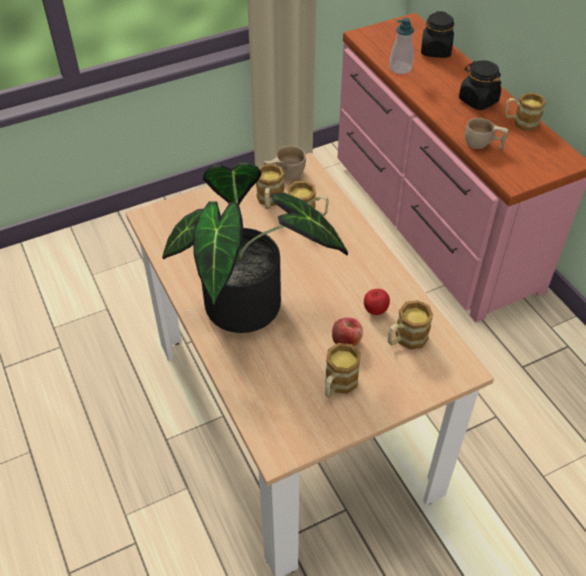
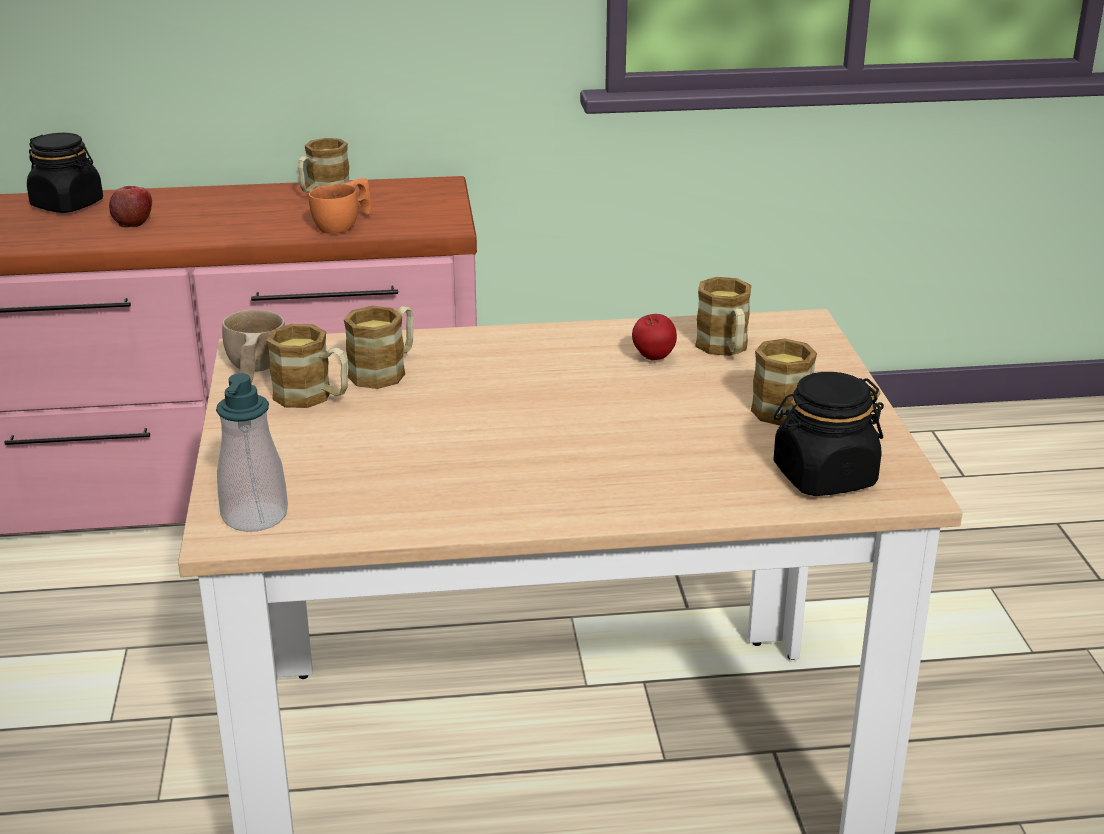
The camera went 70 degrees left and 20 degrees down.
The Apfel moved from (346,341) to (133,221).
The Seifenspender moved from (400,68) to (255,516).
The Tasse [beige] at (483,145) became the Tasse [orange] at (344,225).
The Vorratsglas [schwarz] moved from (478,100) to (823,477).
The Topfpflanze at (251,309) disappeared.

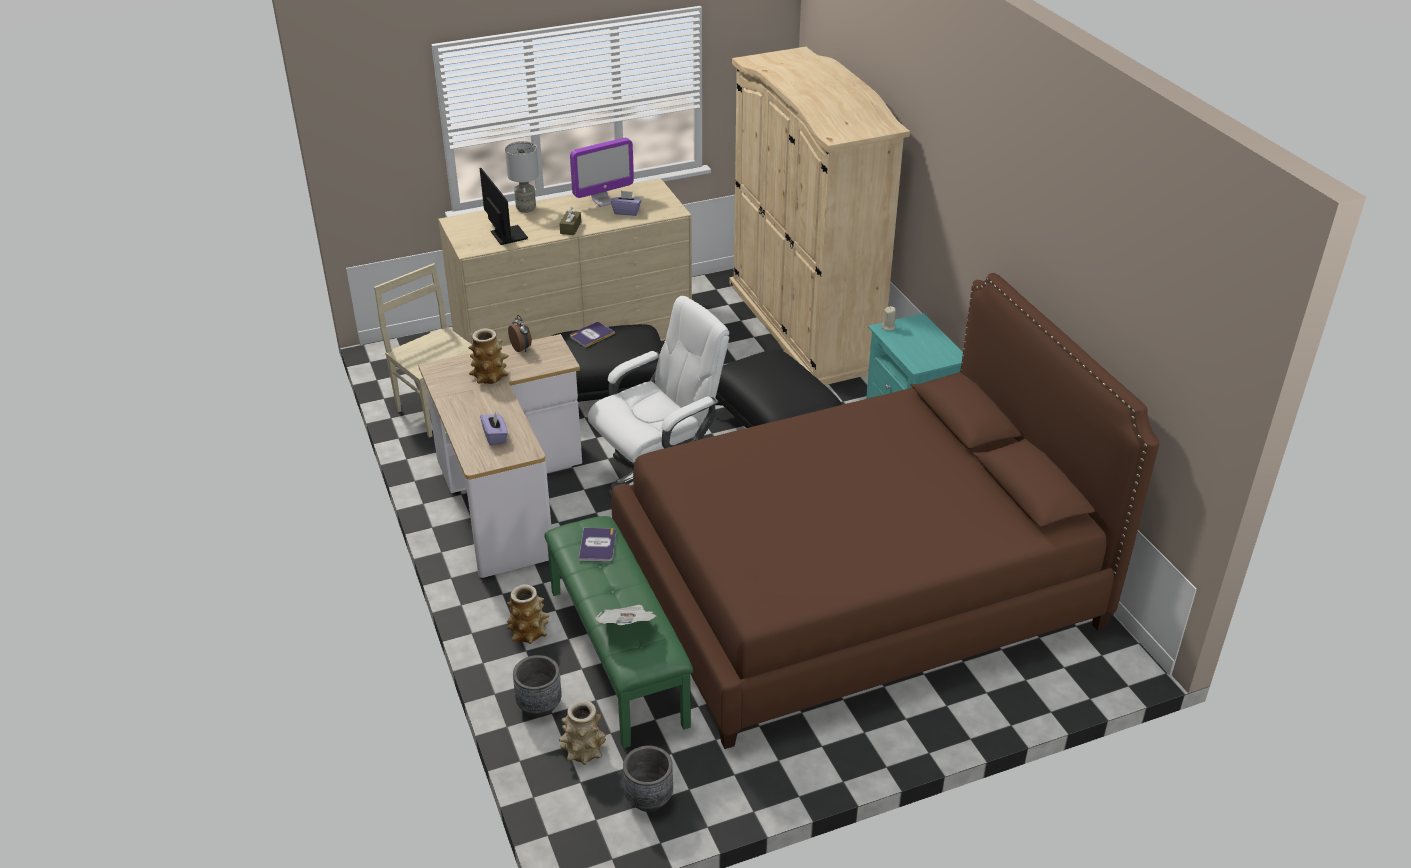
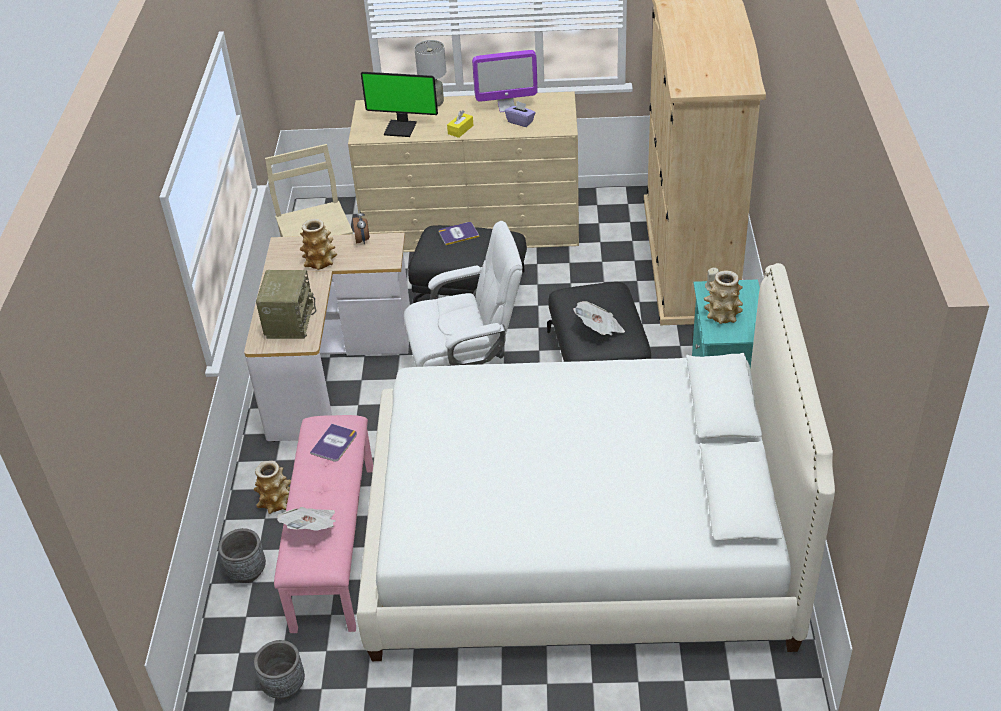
The camera went 25 degrees right and 5 degrees up.
The Taschentuchbox [lila] at (495,436) was replaced by the Radio at (289,321).
The Bank [grün] at (619,656) became the Bank [rosa] at (335,546).
The Bett [braun] at (857,587) became the Bett [weiß] at (580,539).
The Monitor at (507,236) turned 105 degrees clockwise.
The Taschentuchbox [braun] at (570,228) became the Taschentuchbox [gelb] at (460,130).
The Zeitung at (599,329) appeared.
The Vase moved from (583,751) to (722,315).

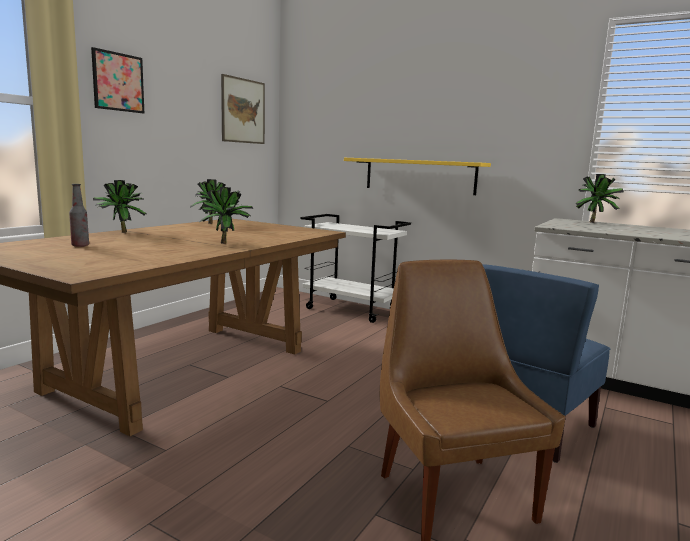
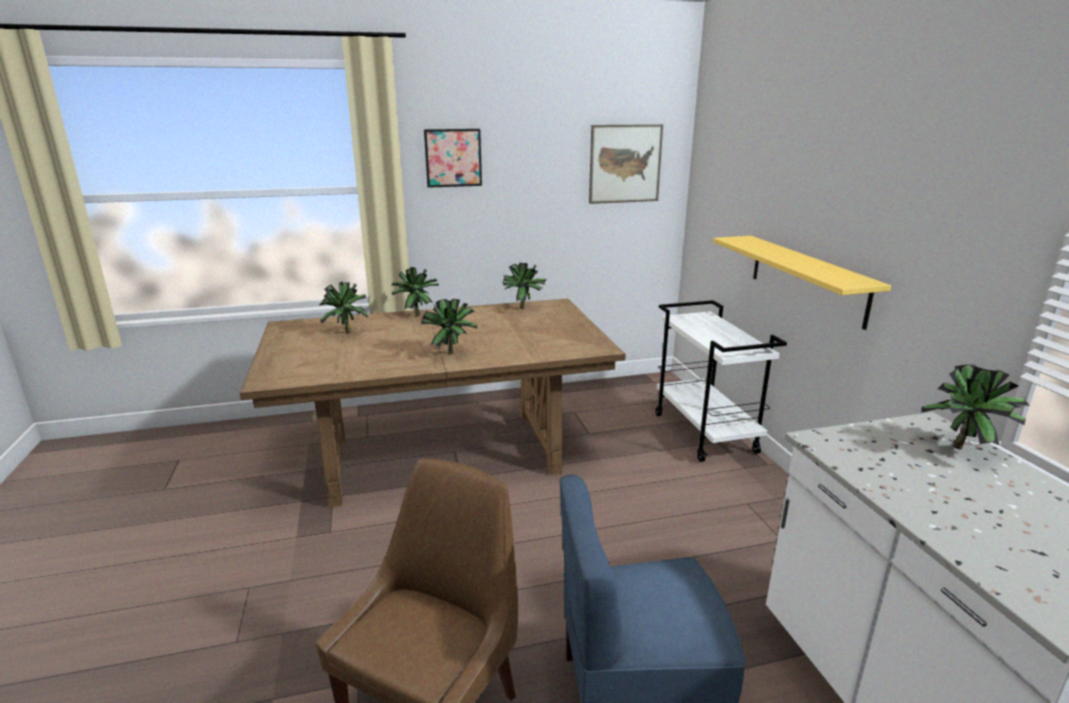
The camera went 45 degrees right and 10 degrees up.
The Flasche at (80,245) was replaced by the Topfpflanze at (347,334).

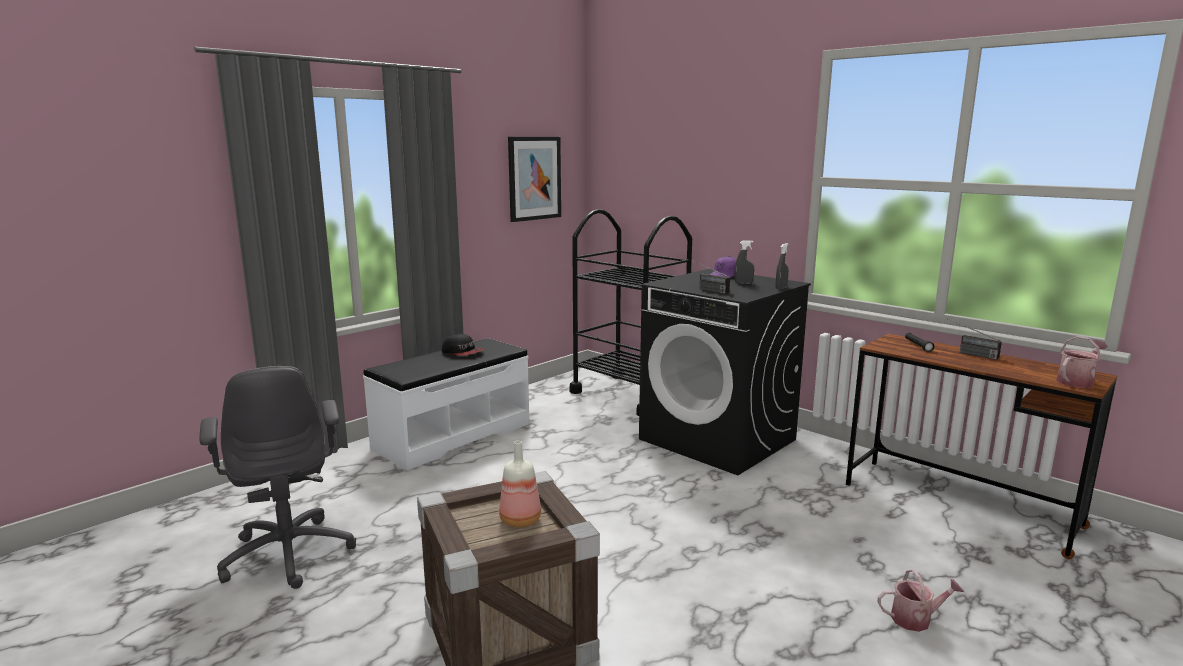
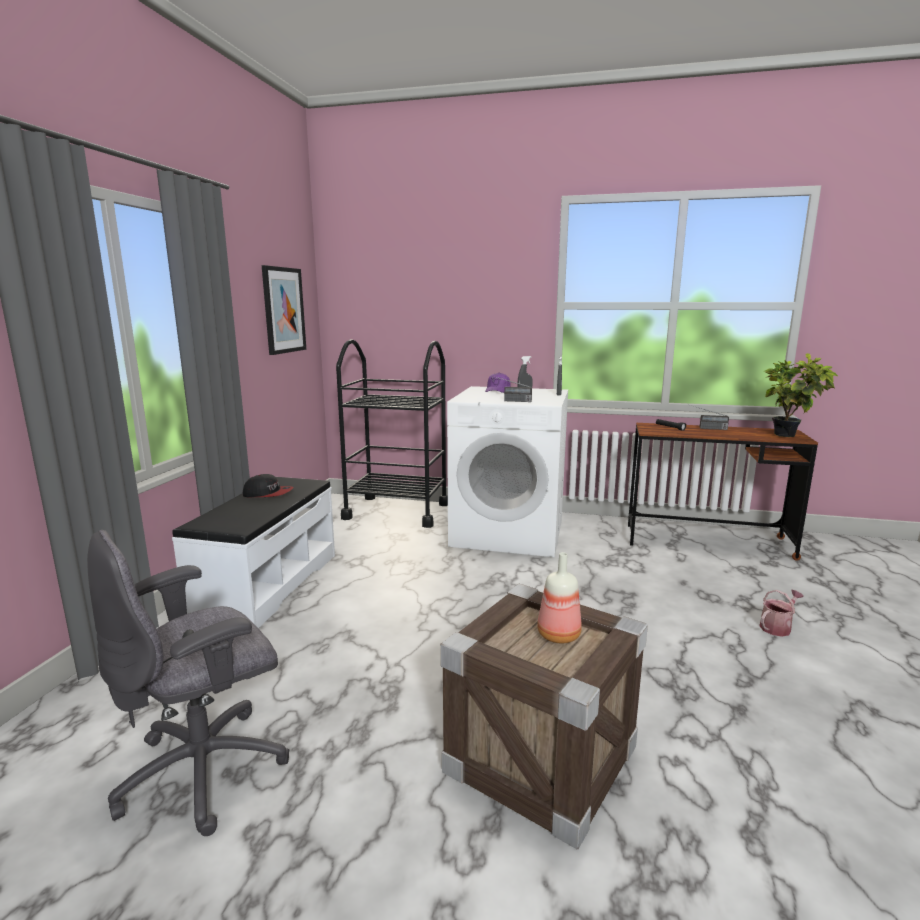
The camera went 30 degrees left and 0 degrees up.
The Bürostuhl [grau] at (289,553) turned 105 degrees clockwise.
The Waschmaschine [schwarz] at (718,439) became the Waschmaschine [weiß] at (509,533).
The Gießkanne at (1077,381) was replaced by the Topfpflanze at (790,436).

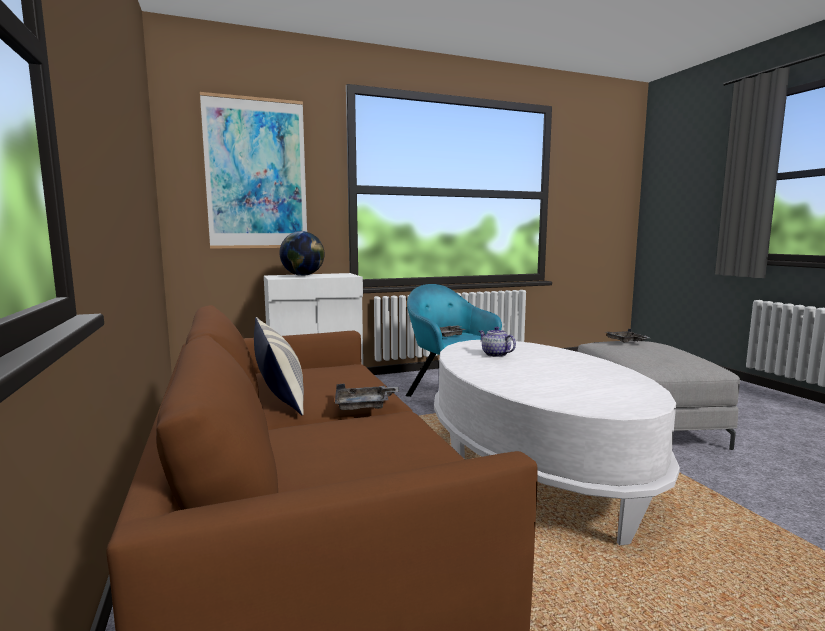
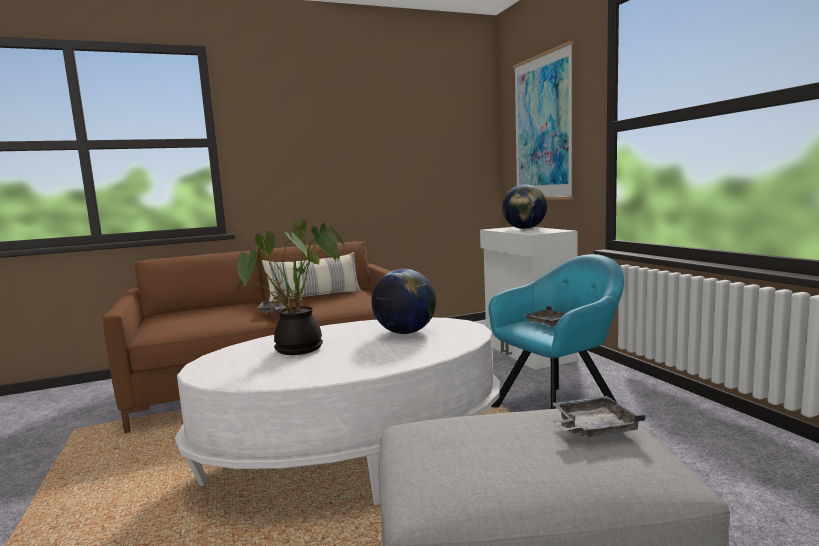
The camera went 90 degrees right and 0 degrees up.
The Topfpflanze at (297,350) appeared.
The Teekanne at (495,354) was replaced by the Globus at (405,332).

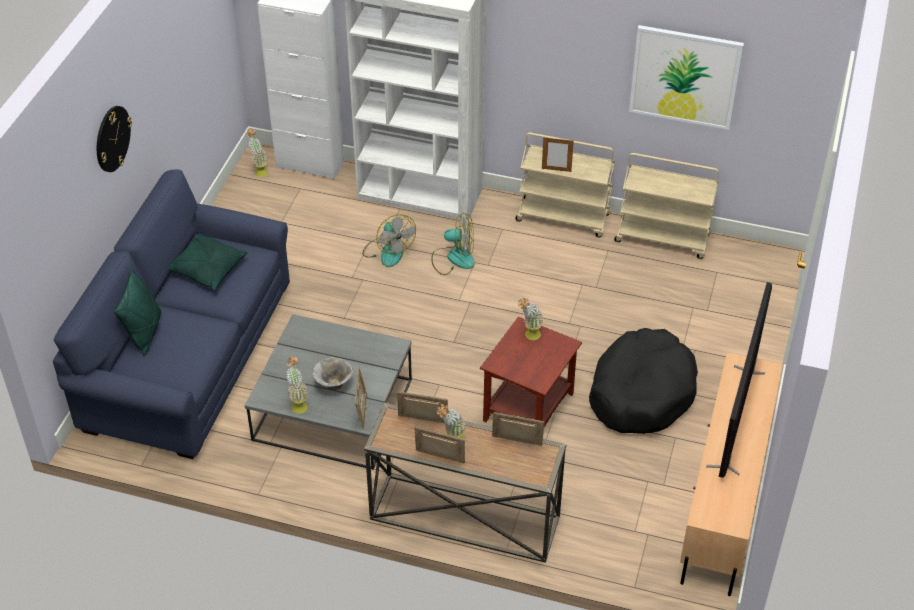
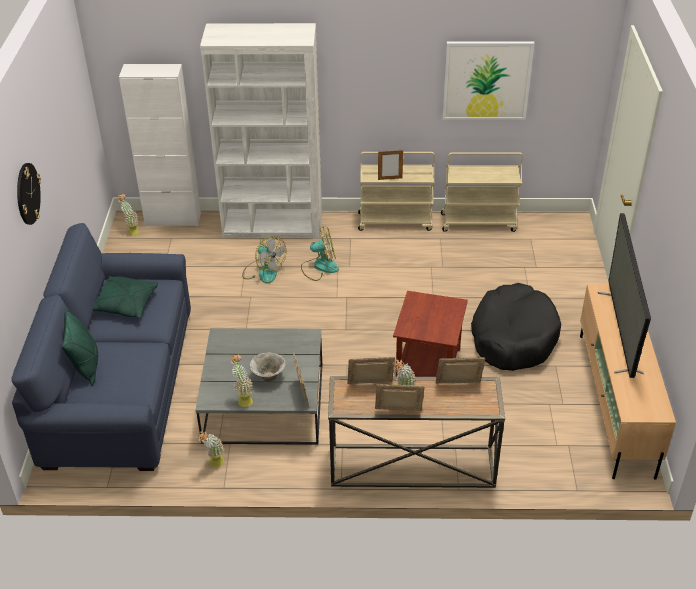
The camera went 15 degrees left and 5 degrees down.
The Topfpflanze moved from (529,336) to (214,464).

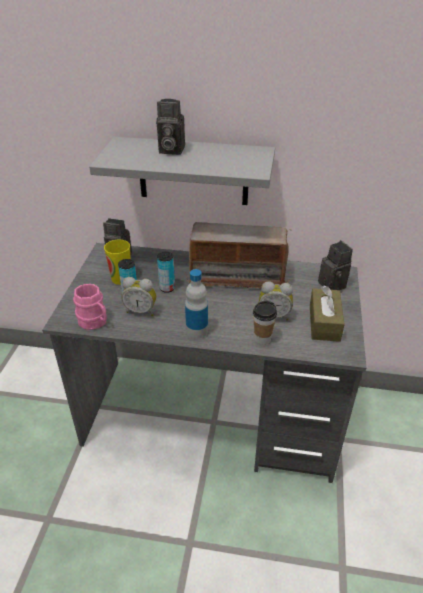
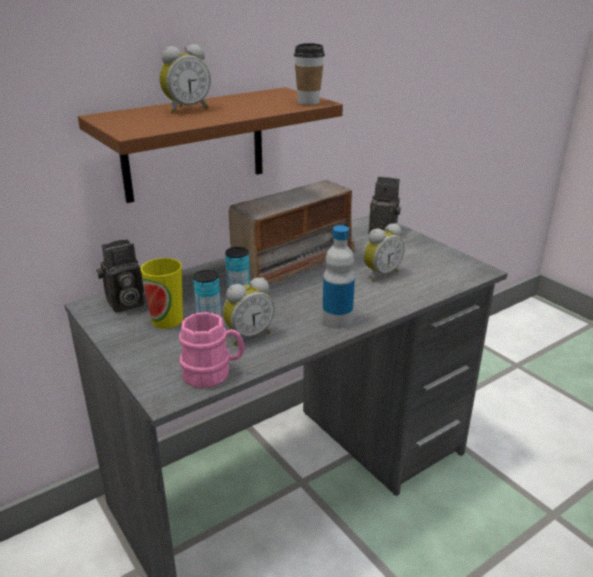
The camera went 45 degrees left and 10 degrees down.
The Wandregal [grau] at (193,171) became the Wandregal [braun] at (194,144).
The Kamera at (170,150) was replaced by the Wecker at (186,109).
The Tasse moved from (262,339) to (308,102).
The Taschentuchbox [braun] at (324,323) disappeared.

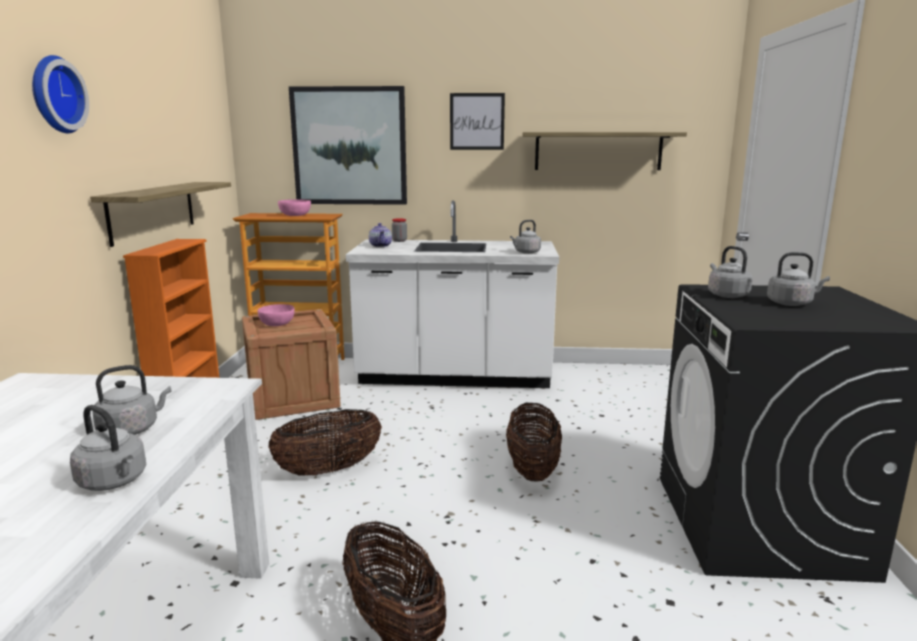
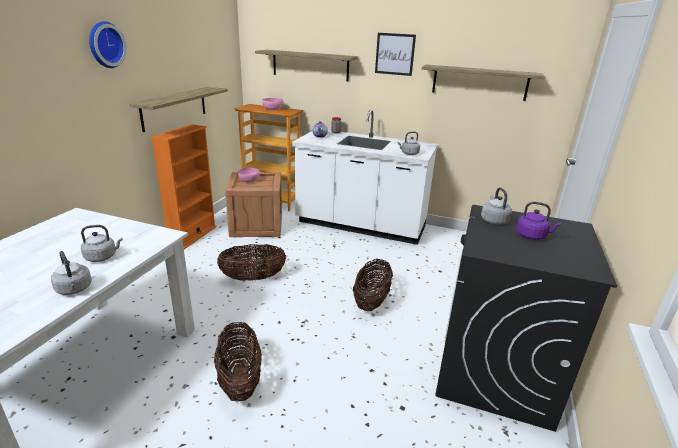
The camera went 15 degrees right and 10 degrees up.
The Bild at (349,146) was replaced by the Wandregal at (310,65).
The Wasserkessel [grau] at (791,303) became the Wasserkessel [lila] at (532,236).

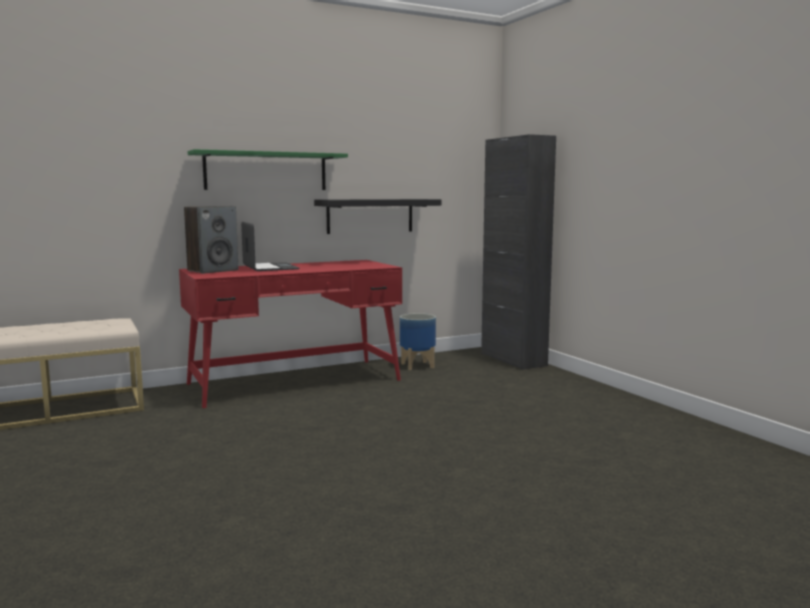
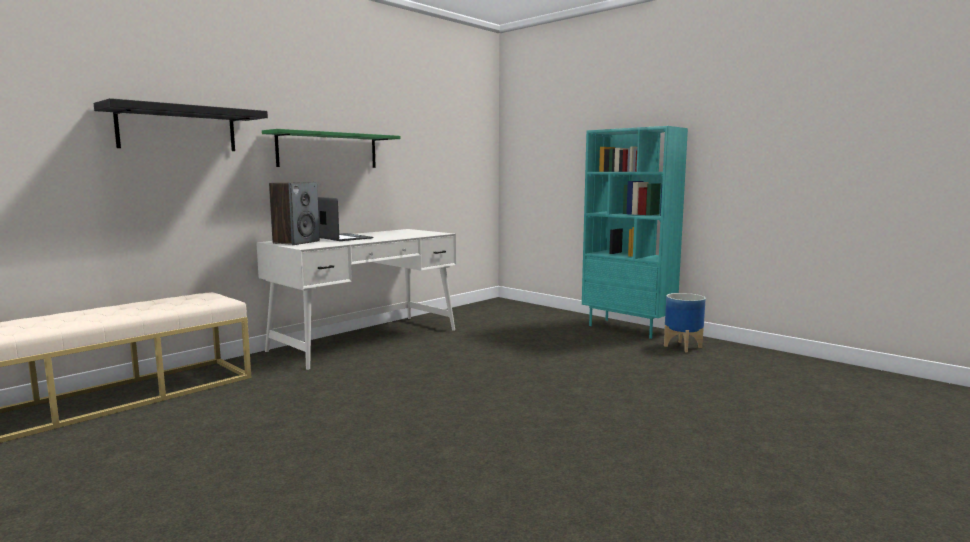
The camera went 20 degrees left and 0 degrees up.
The Wandregal [schwarz] moved from (370,216) to (177,129).
The Schreibtisch [rot] at (295,382) became the Schreibtisch [weiß] at (366,340).
The Bücherregal [türkis] at (628,328) appeared.
The Pflanzkübel moved from (418,366) to (683,346).
The Schrank [schwarz] at (513,359) disappeared.

